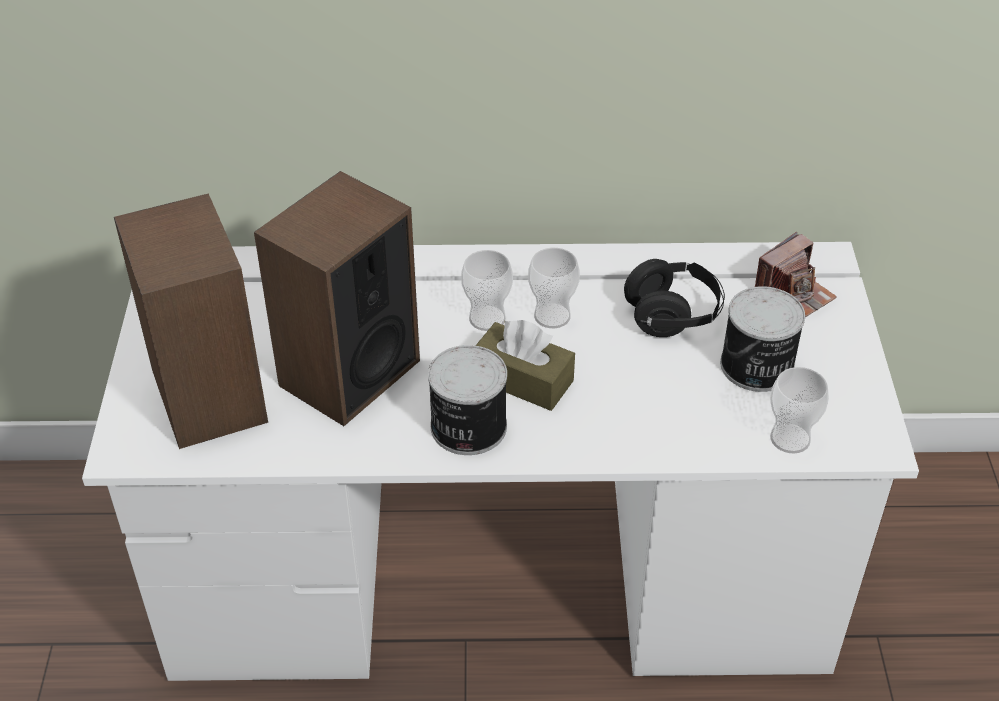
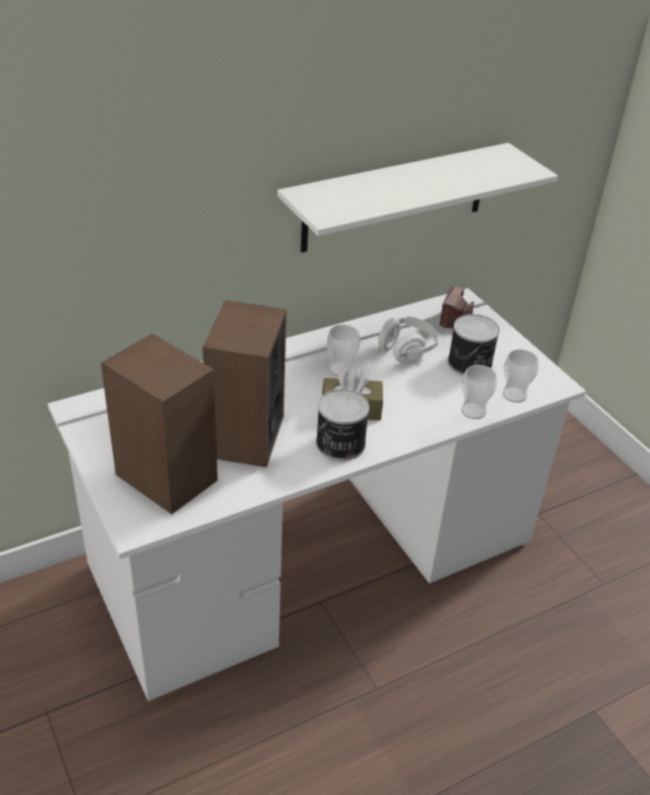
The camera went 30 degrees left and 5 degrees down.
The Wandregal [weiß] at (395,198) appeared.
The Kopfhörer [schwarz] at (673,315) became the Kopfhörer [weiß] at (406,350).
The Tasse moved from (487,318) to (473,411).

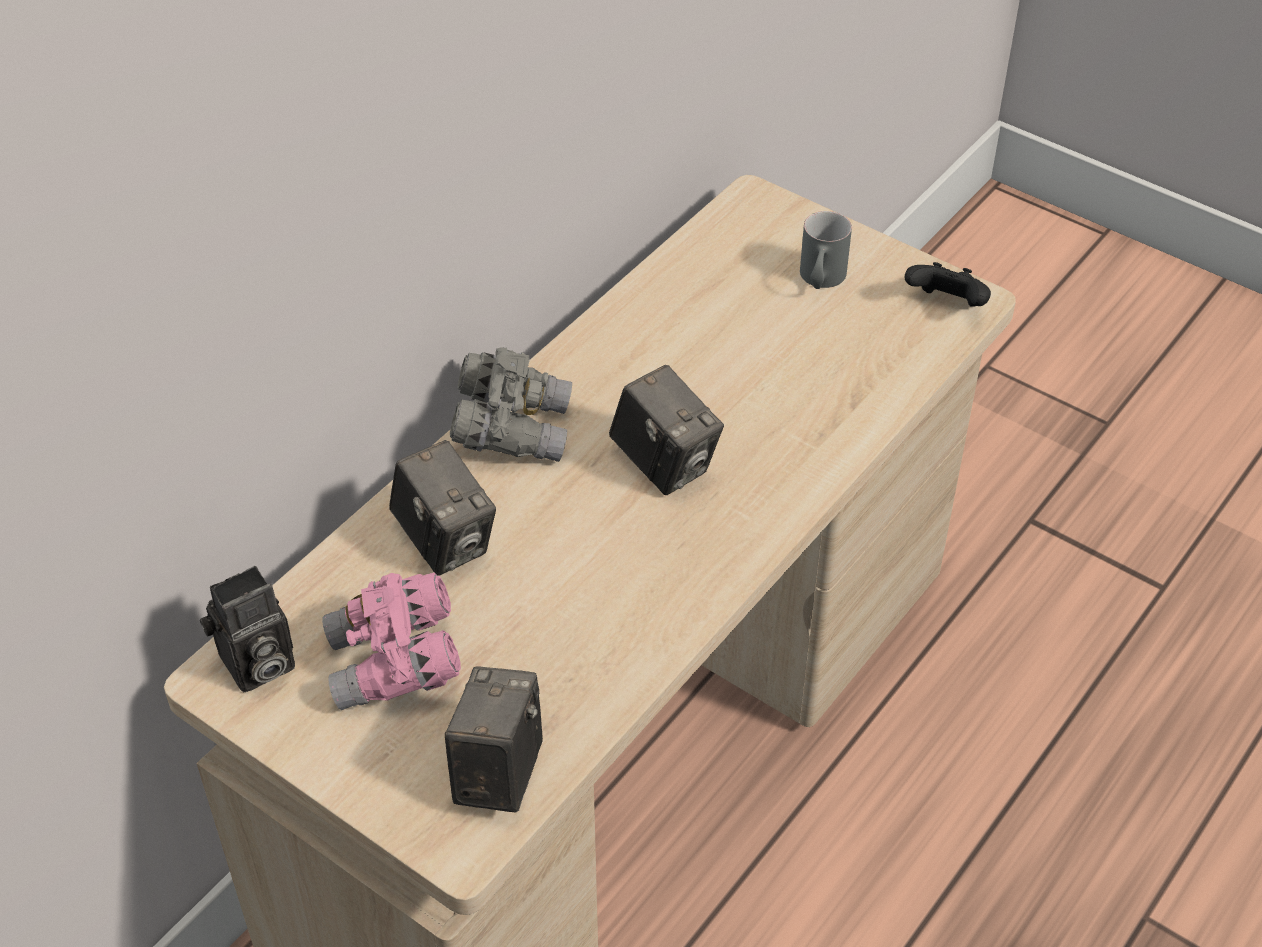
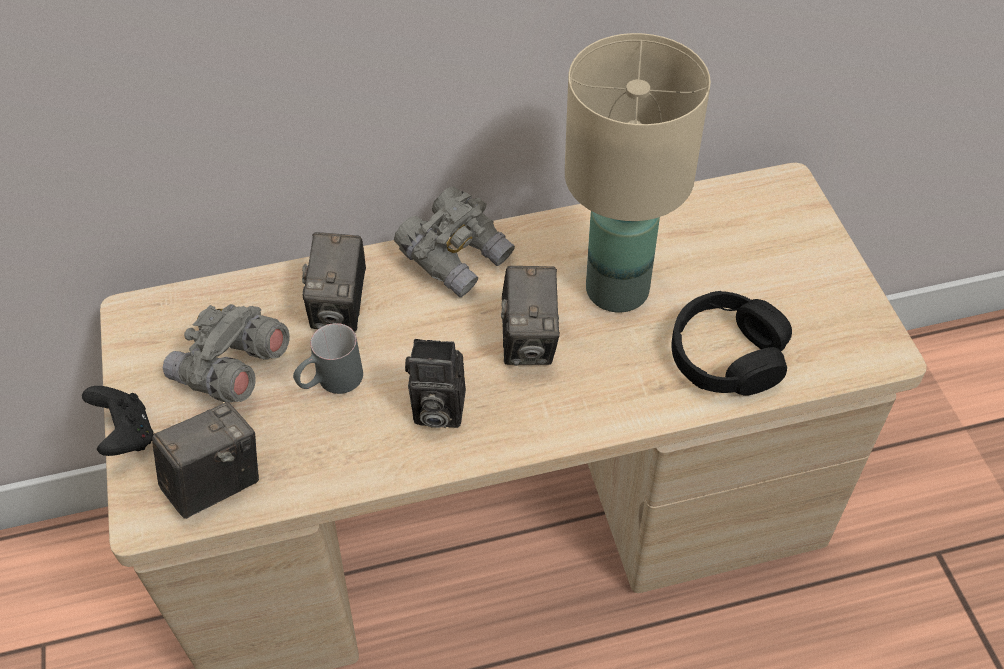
The camera went 40 degrees right and 5 degrees up.
The Gamepad [schwarz] moved from (946,305) to (126,435).
The Fernglas [rosa] at (395,664) became the Fernglas [grau] at (231,370).
The Henkelbecher [grau] moved from (820,281) to (330,382).
The Kamera moved from (256,667) to (436,410).
The Tischlampe [beige] at (616,290) appeared.
The Kopfhörer [schwarz] at (727,356) appeared.

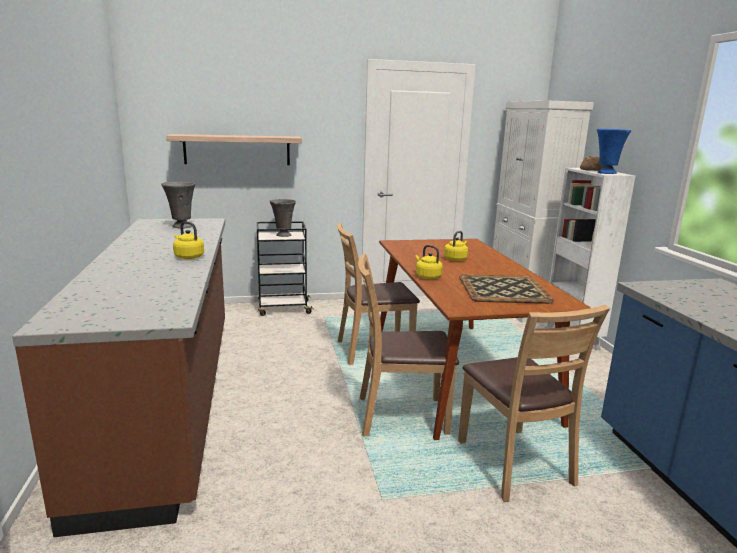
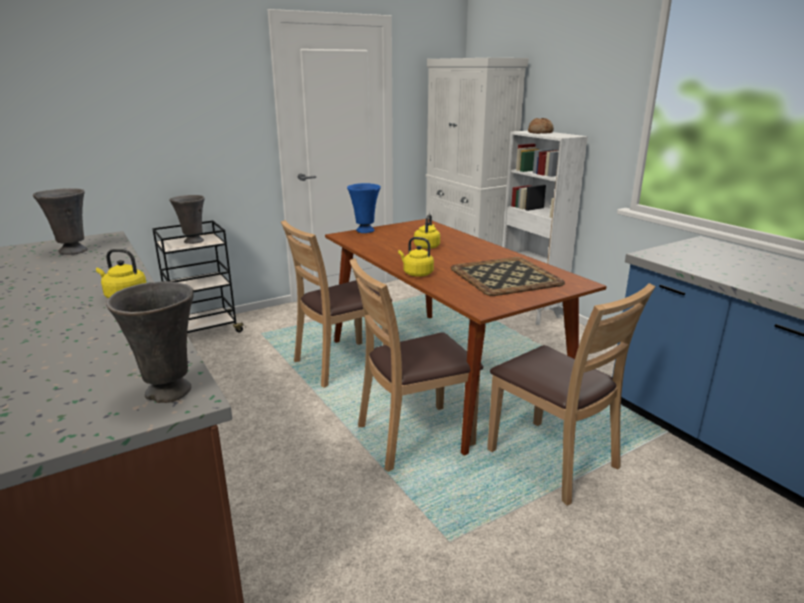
The camera went 20 degrees left and 5 degrees up.
The Vase [grau] at (168,393) appeared.
The Vase [blau] moved from (606,173) to (365,231).
The Wandregal at (237,150) disappeared.

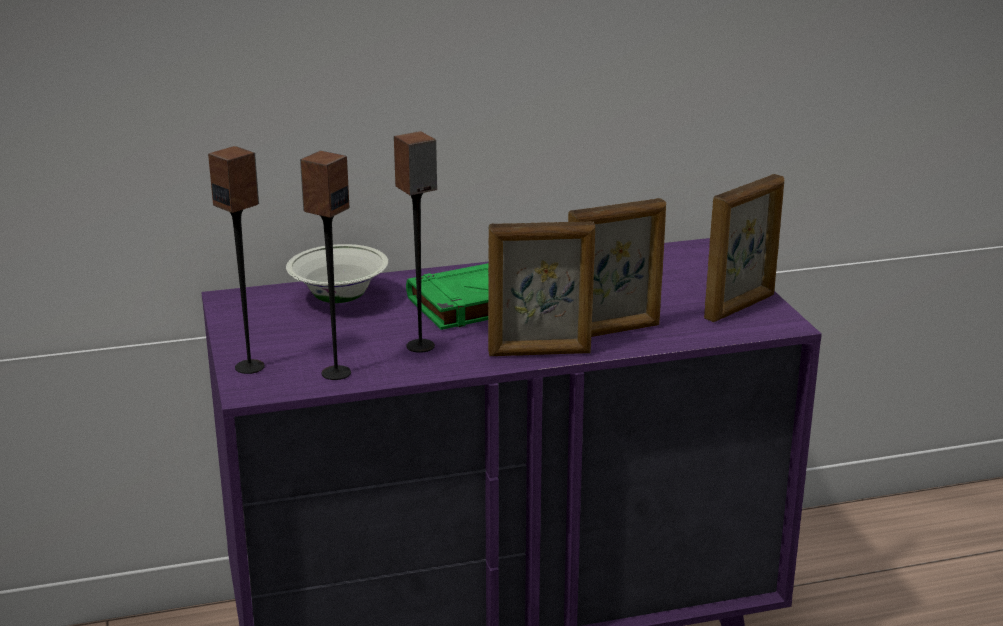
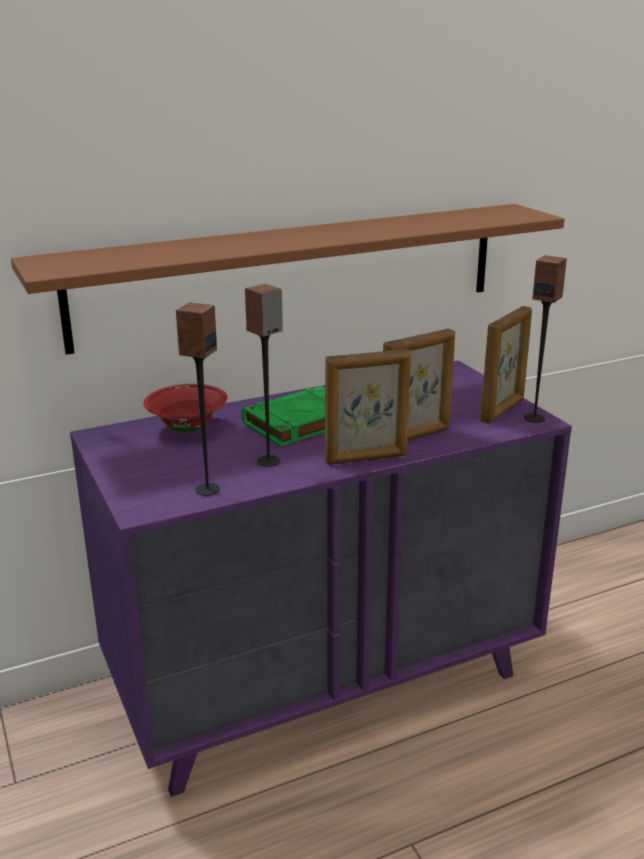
The camera went 10 degrees left and 0 degrees up.
The Wandregal [braun] at (293,274) appeared.
The Schüssel [weiß] at (339,299) became the Schüssel [rot] at (188,428).
The Lautsprecher moved from (250,367) to (534,418).

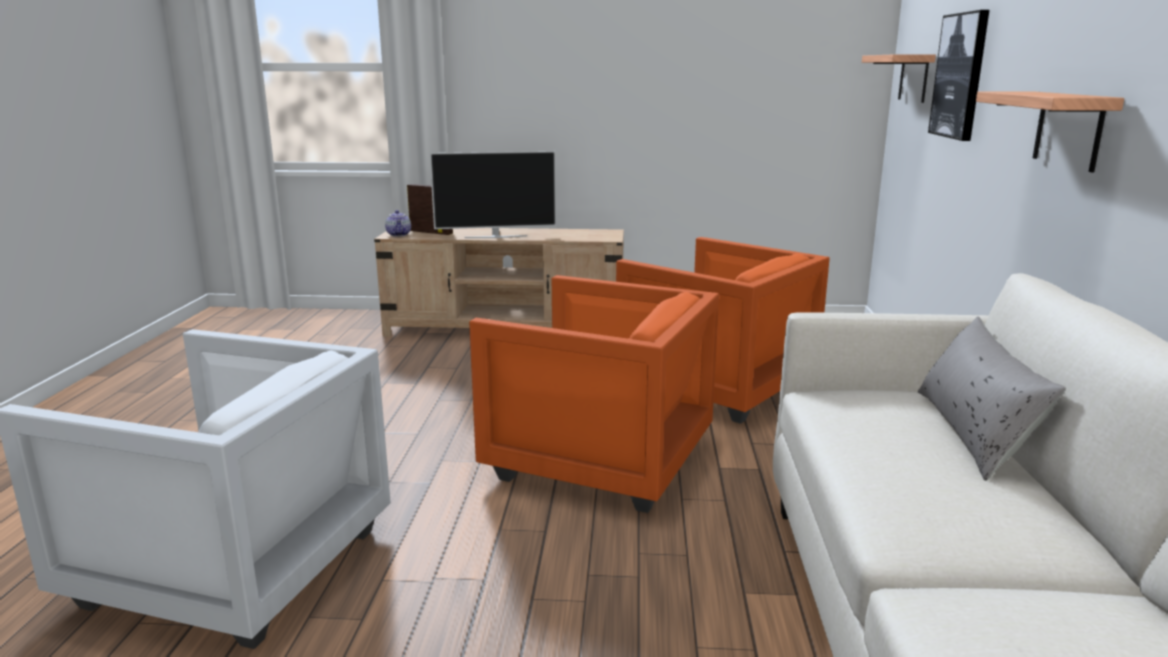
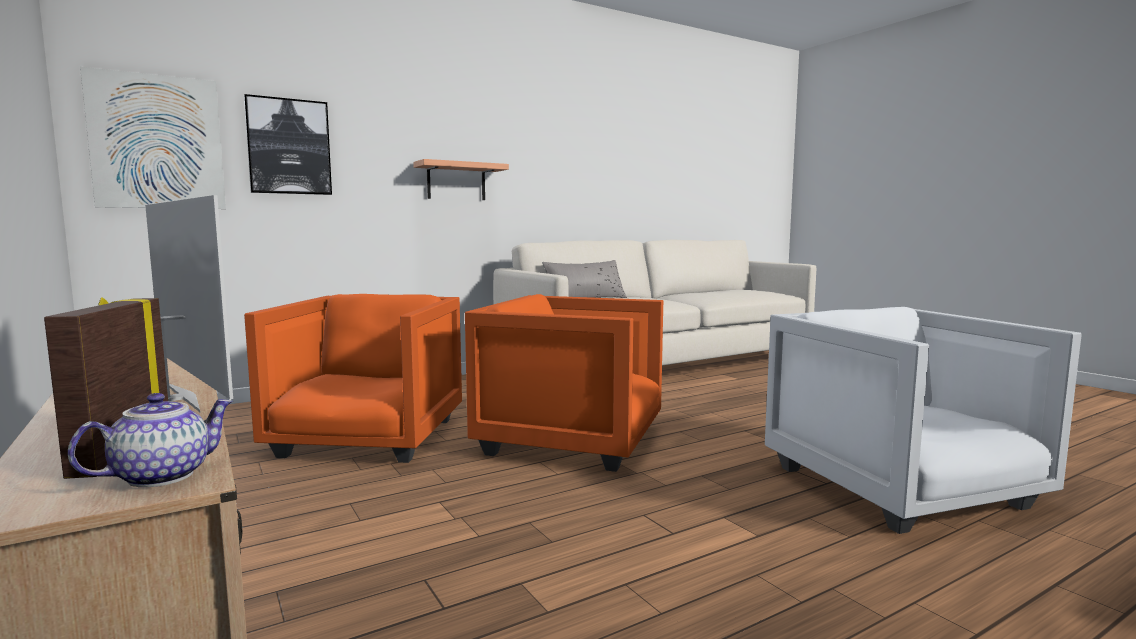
The camera went 125 degrees left and 10 degrees down.
The Wandregal at (913,78) was replaced by the Bild at (157,142).
The Sessel [orange] at (598,460) turned 60 degrees counterclockwise.

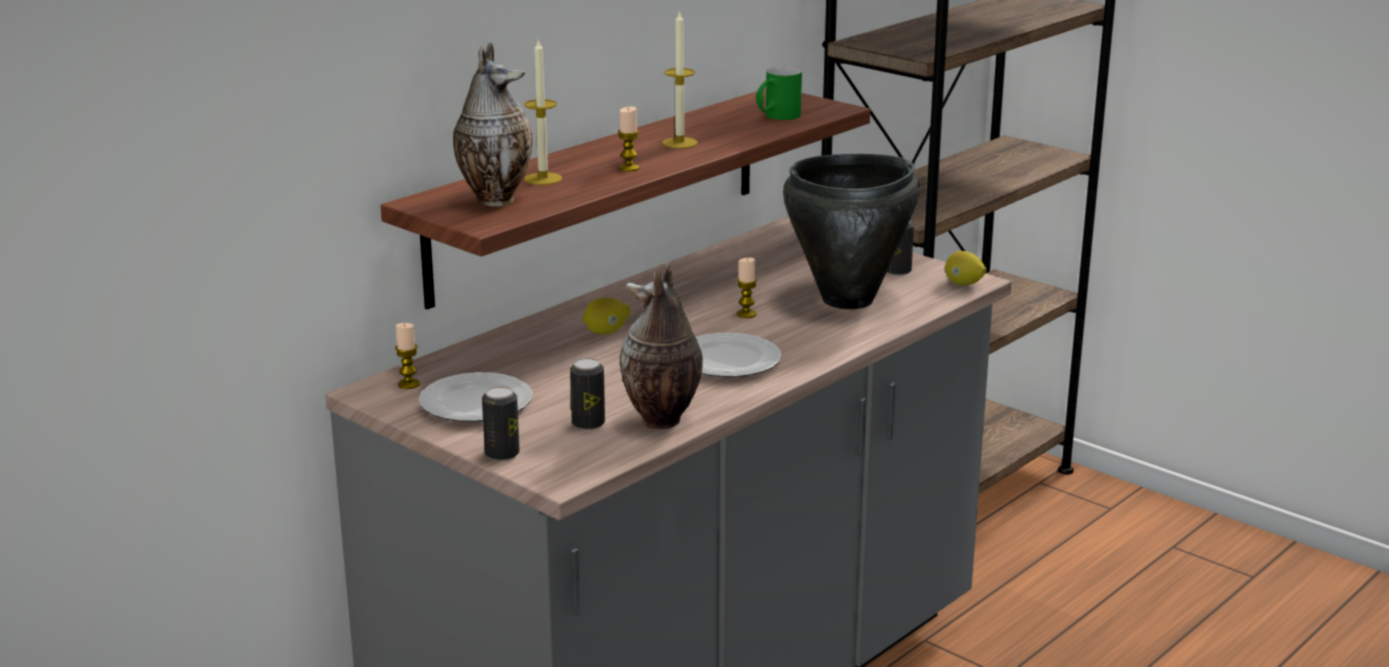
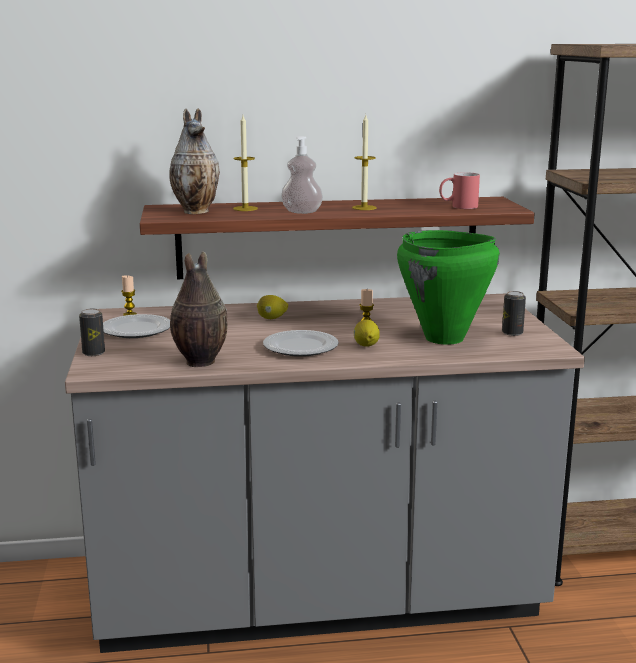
The camera went 40 degrees right and 5 degrees down.
The Kerze at (629,168) was replaced by the Seifenspender at (302,212).
The Zitrone moved from (963,284) to (366,346).
The Kochtopf [schwarz] at (848,300) became the Kochtopf [grün] at (444,338).
The Henkelbecher [grün] at (776,117) became the Henkelbecher [rot] at (458,207).
The Dose at (588,424) disappeared.

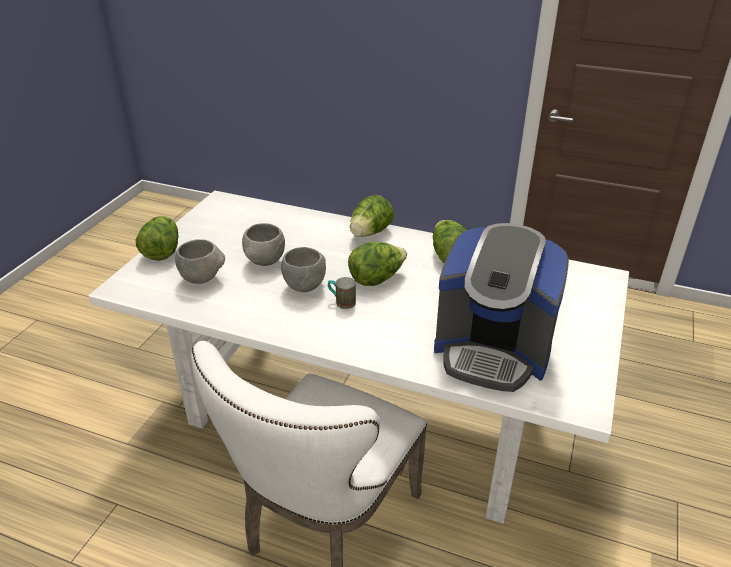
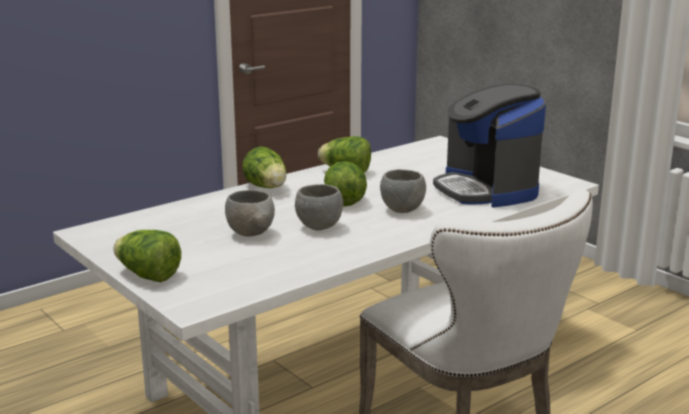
The camera went 60 degrees left and 15 degrees down.
The Schüssel [grau] moved from (202,279) to (403,210).
The Kaffeemaschine at (492,351) turned 105 degrees clockwise.
The Henkelbecher at (341,302) disappeared.

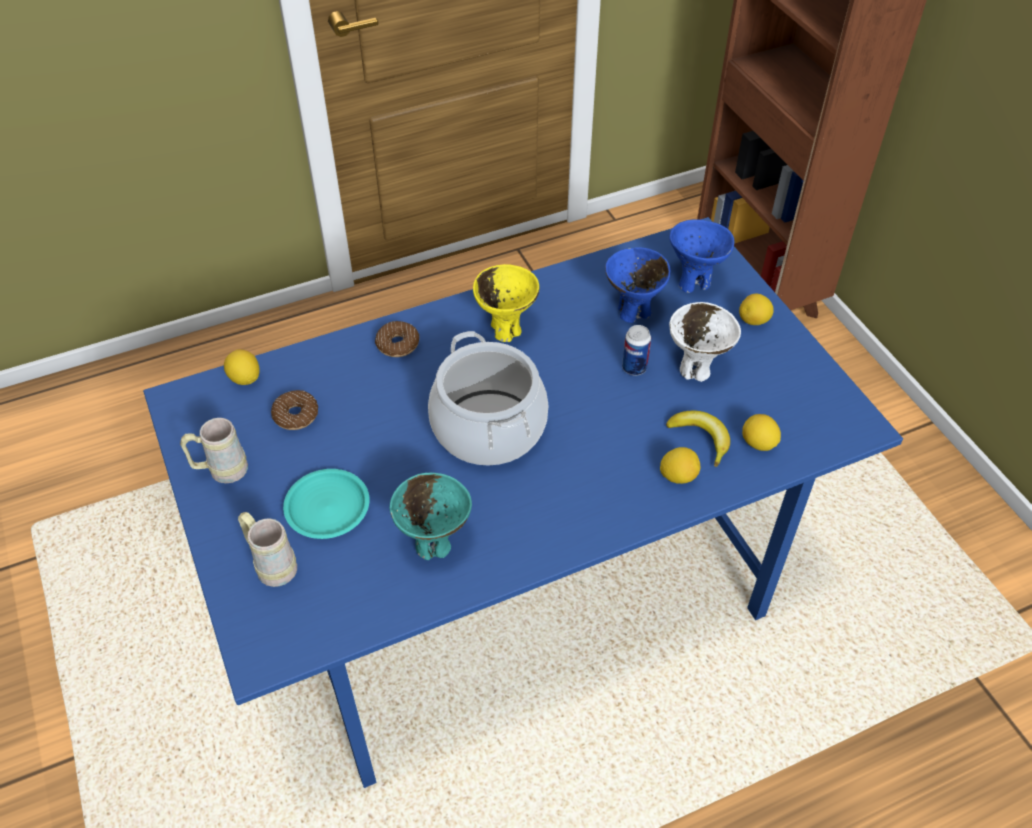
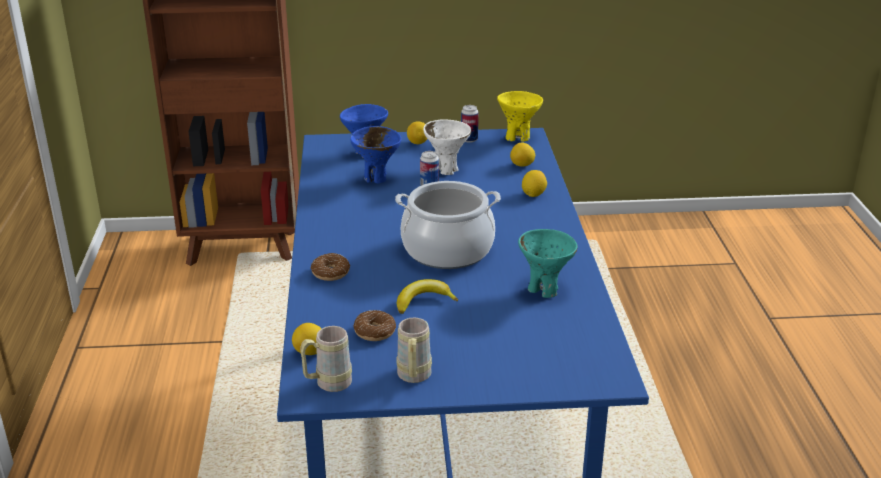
The camera went 70 degrees left and 20 degrees down.
The Henkelbecher [beige] moved from (271,565) to (327,384).
The Banane moved from (701,438) to (424,301).
The Dose at (469,139) appeared.
The Schüssel [gelb] moved from (505,330) to (517,137).
The Teller [türkis] at (328,507) disappeared.

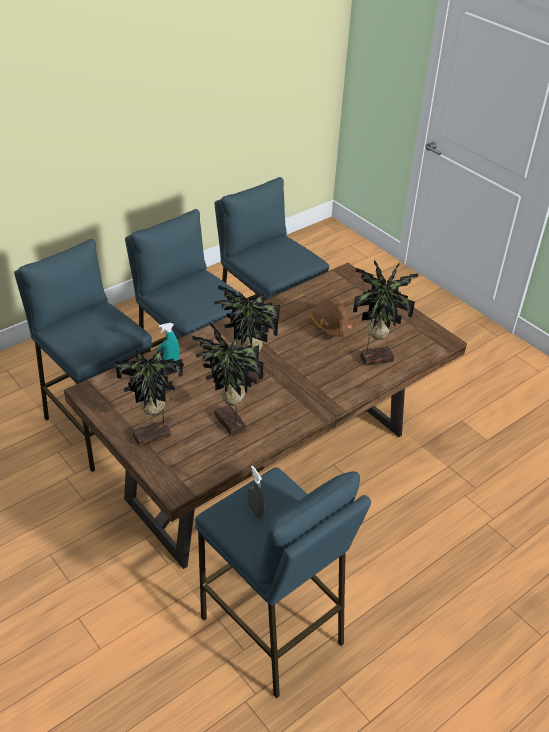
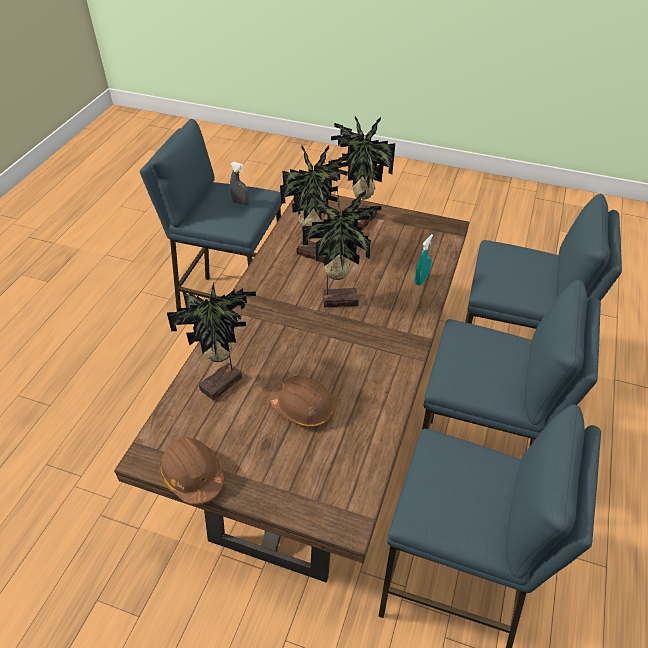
The camera went 150 degrees right and 5 degrees up.
The Schutzhelm [braun] at (192,475) appeared.

